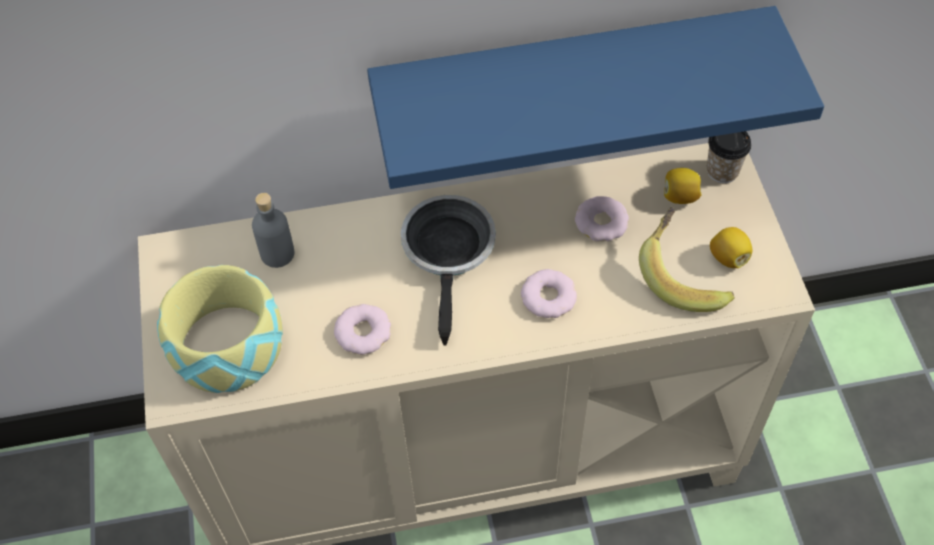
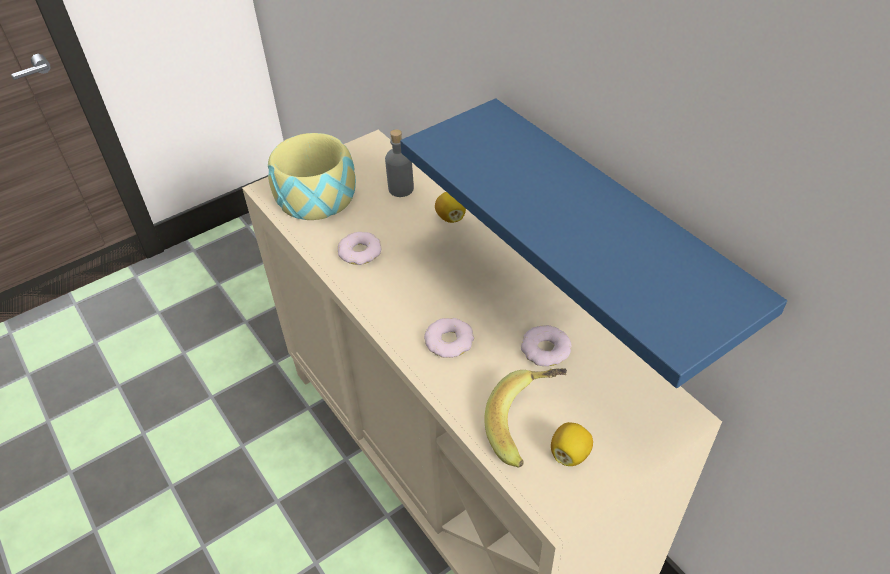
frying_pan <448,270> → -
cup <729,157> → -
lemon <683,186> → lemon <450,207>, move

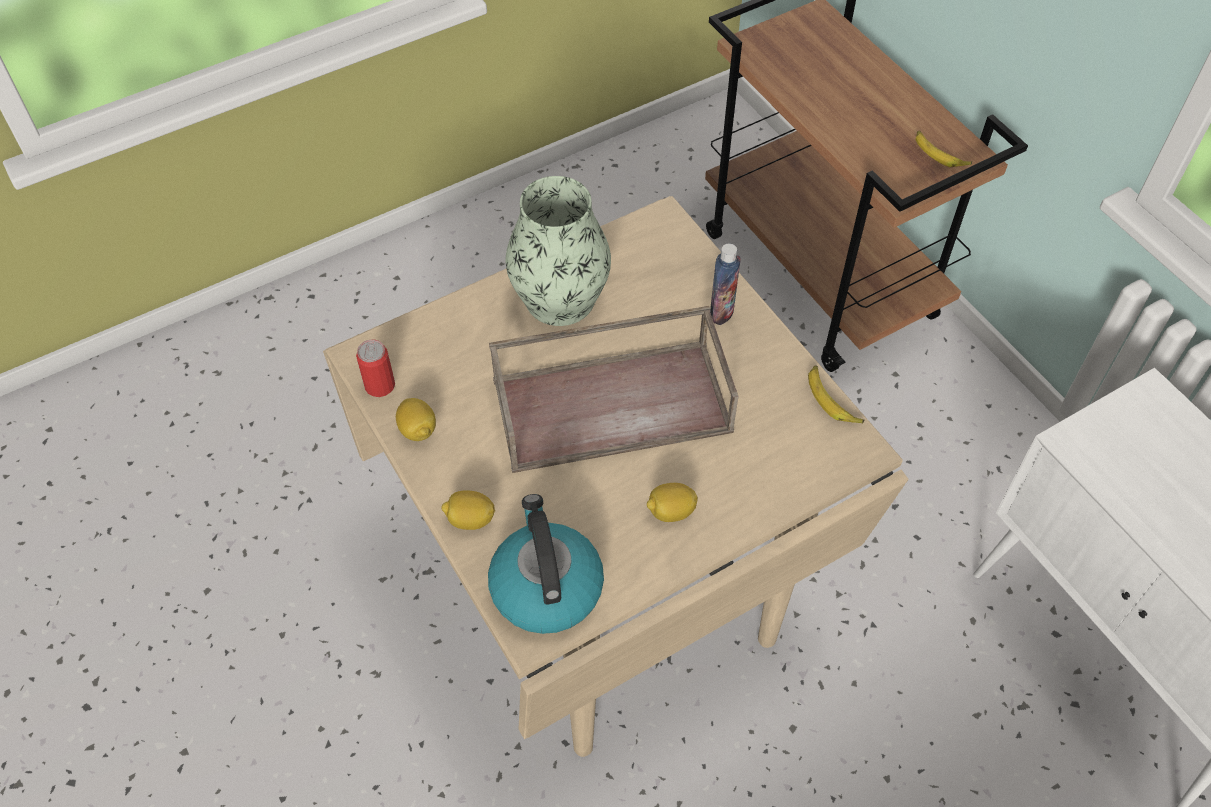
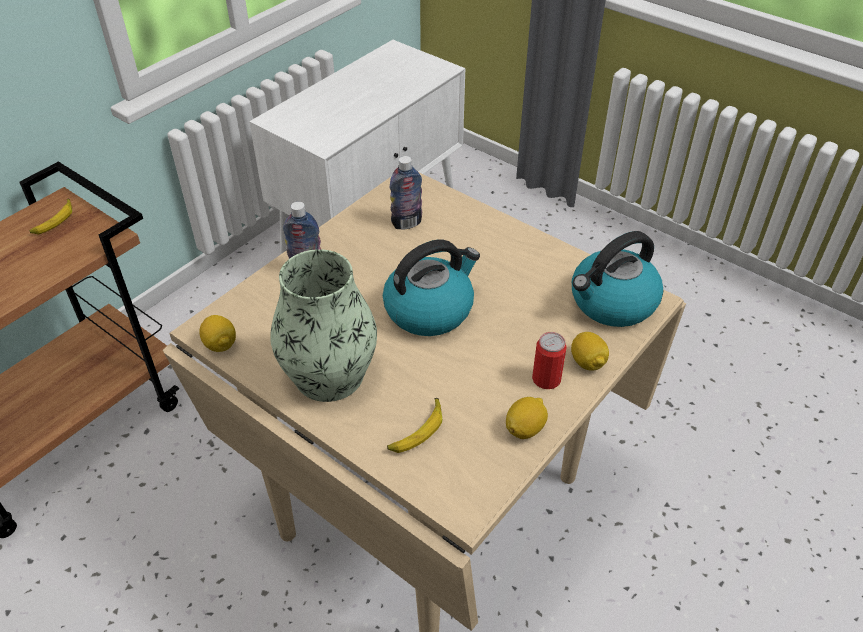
- → bottle <406,192>
can <375,368> → can <549,360>, move
lemon <672,502> → lemon <217,333>, move
banana <836,395> → banana <414,425>, move
brown_tray <613,389> → kettle <431,288>

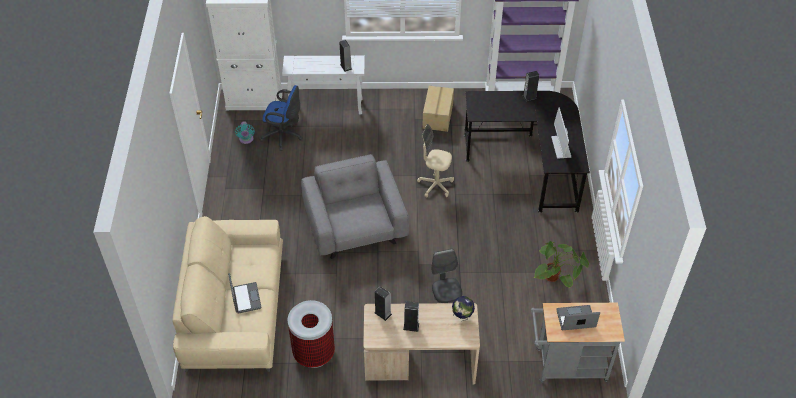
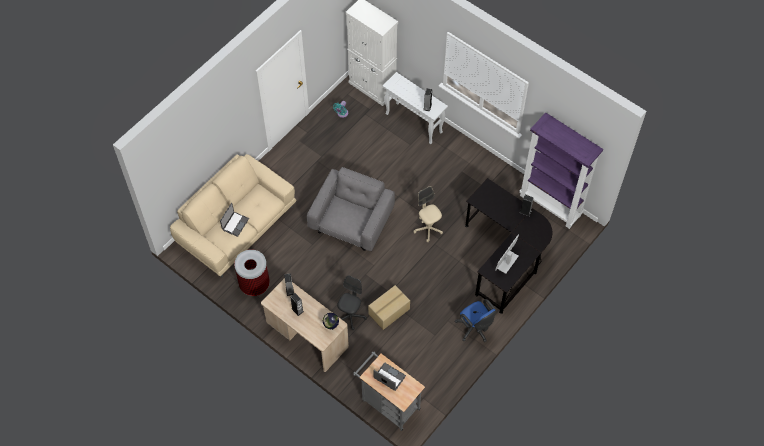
potted_plant <561,264> → -
blue_office_chair <281,118> → blue_office_chair <475,320>, move
cardboard_box <438,109> → cardboard_box <389,307>, move

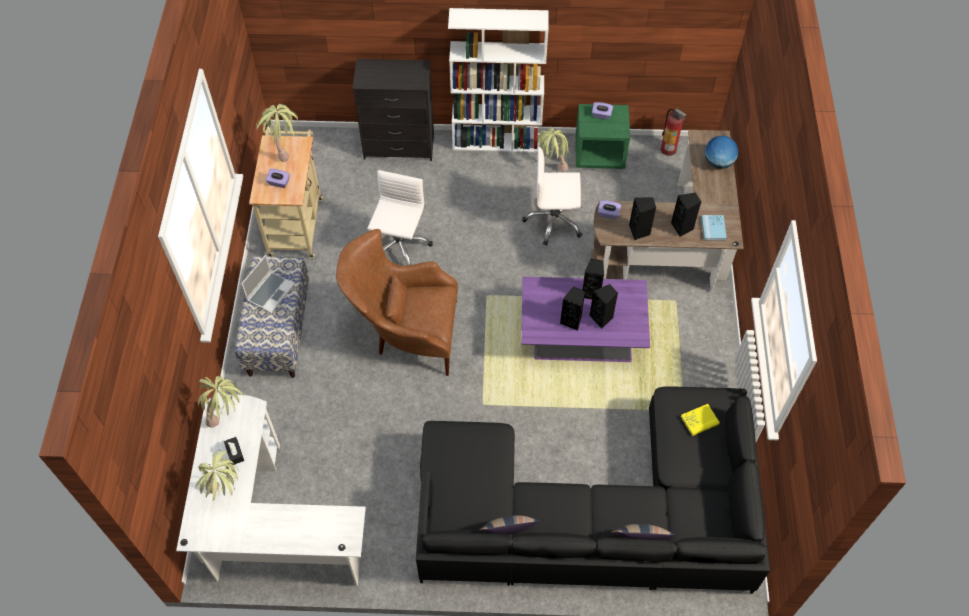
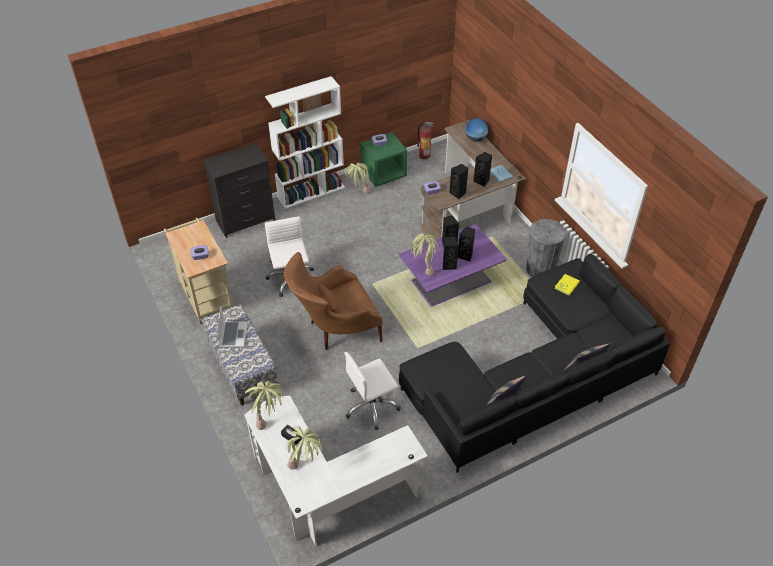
- → grey_trash_can <546,248>
potted_plant <277,133> → potted_plant <425,254>, move
white_office_chair <552,196> → white_office_chair <373,391>, move

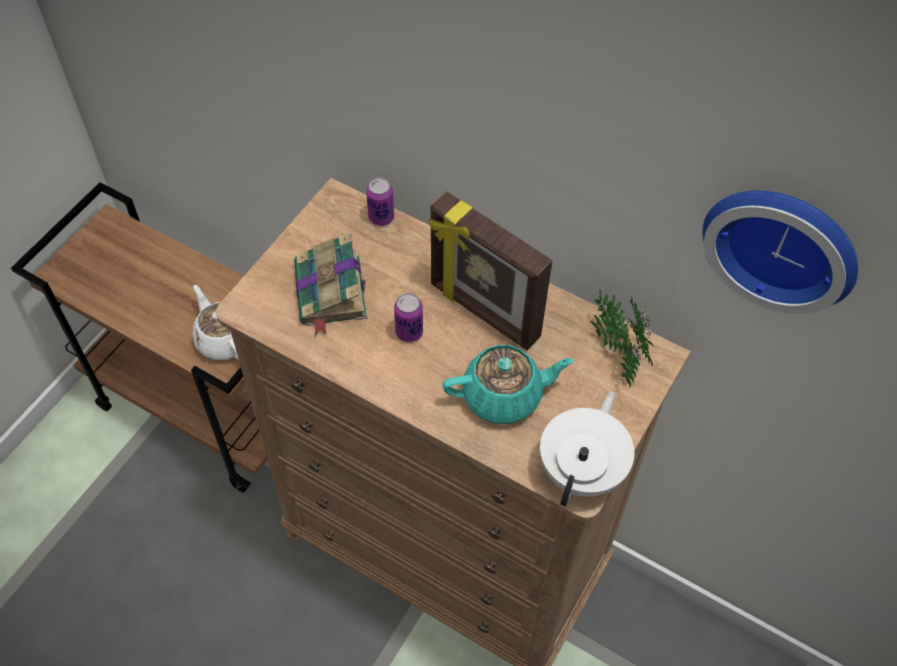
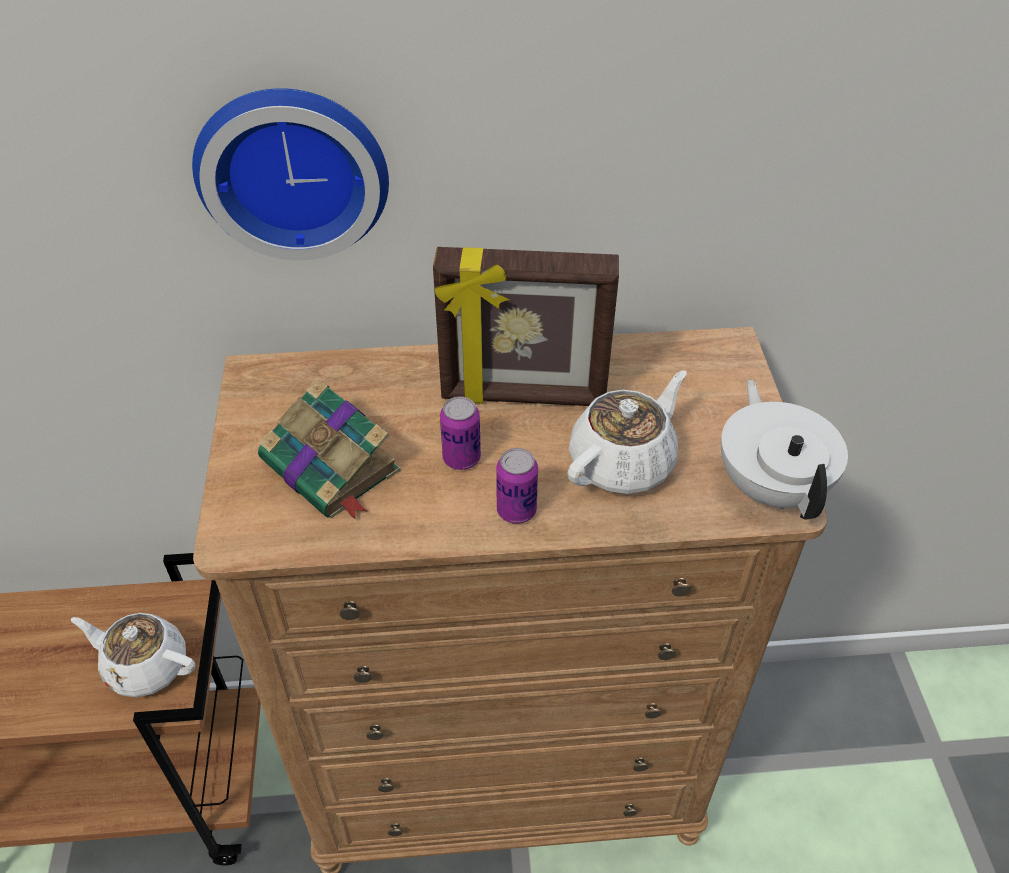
potted_plant <621,338> → -
can <380,201> → can <517,486>, move
wall_clock <780,252> → wall_clock <290,174>, move
turquoise_teapot <508,384> → white_teapot <627,432>

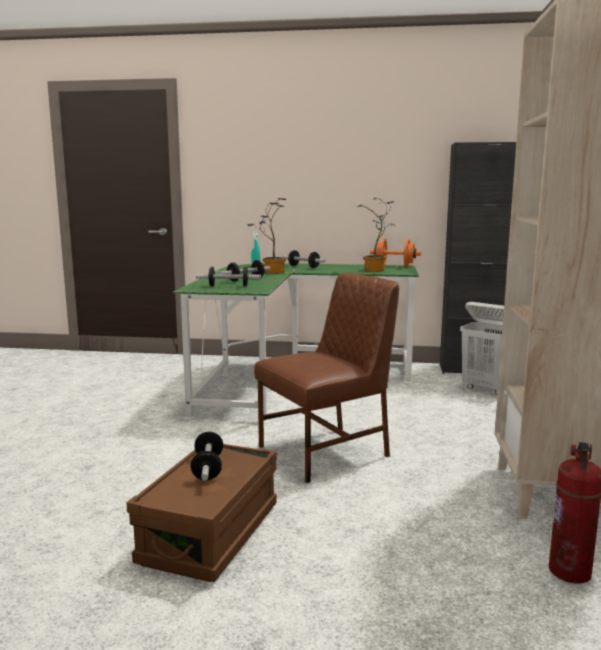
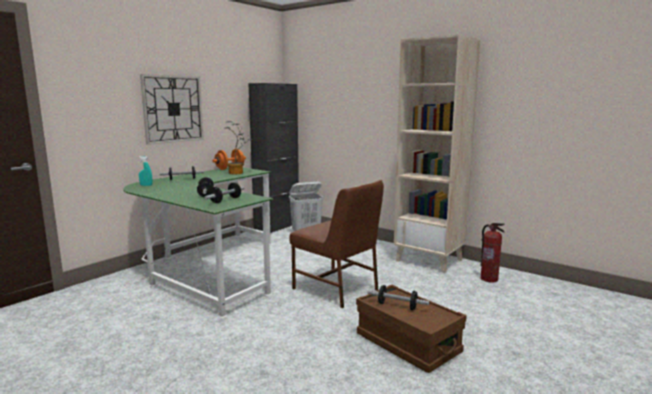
potted_plant <267,236> → -
- → wall_clock <172,109>
brown_chair <326,378> → brown_chair <336,244>, 135 degrees clockwise

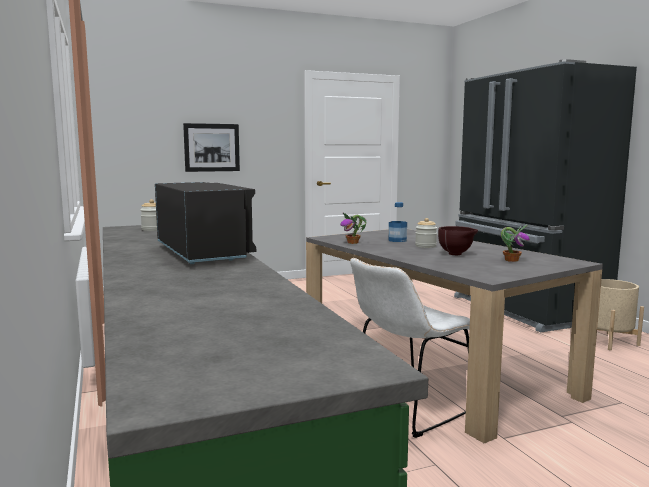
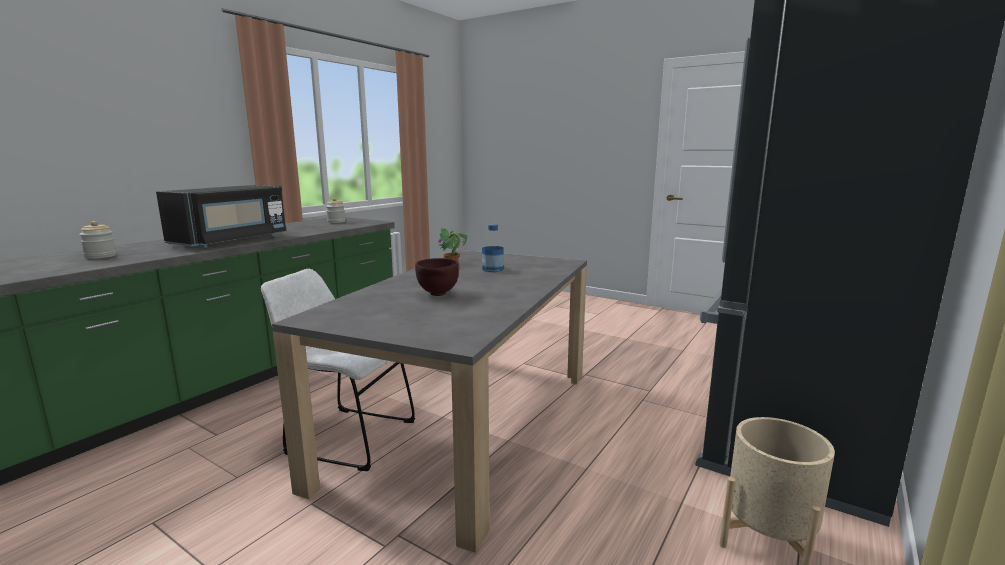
picture <211,147> → -
potted_plant <515,243> → -
jar <426,233> → jar <97,240>, move

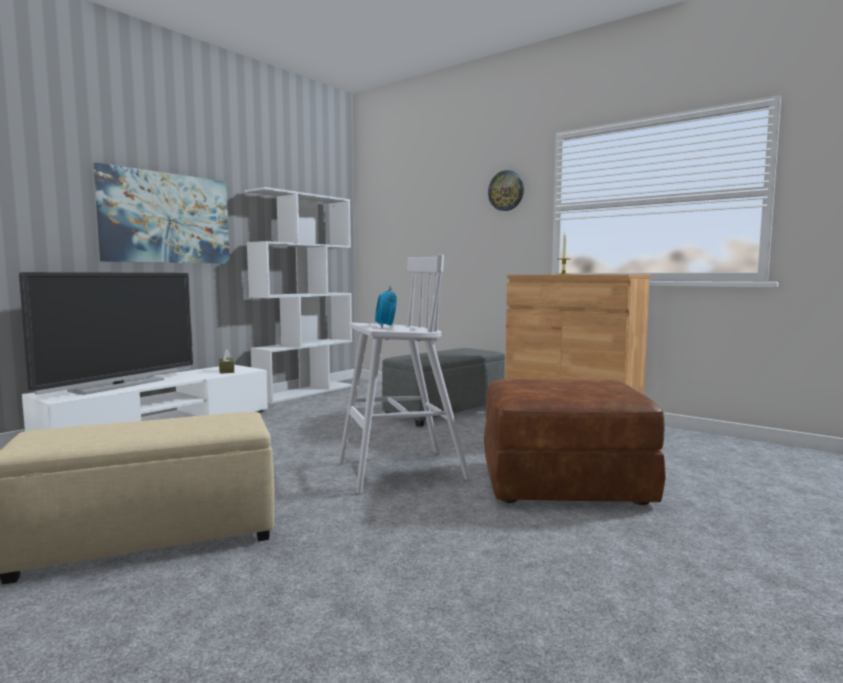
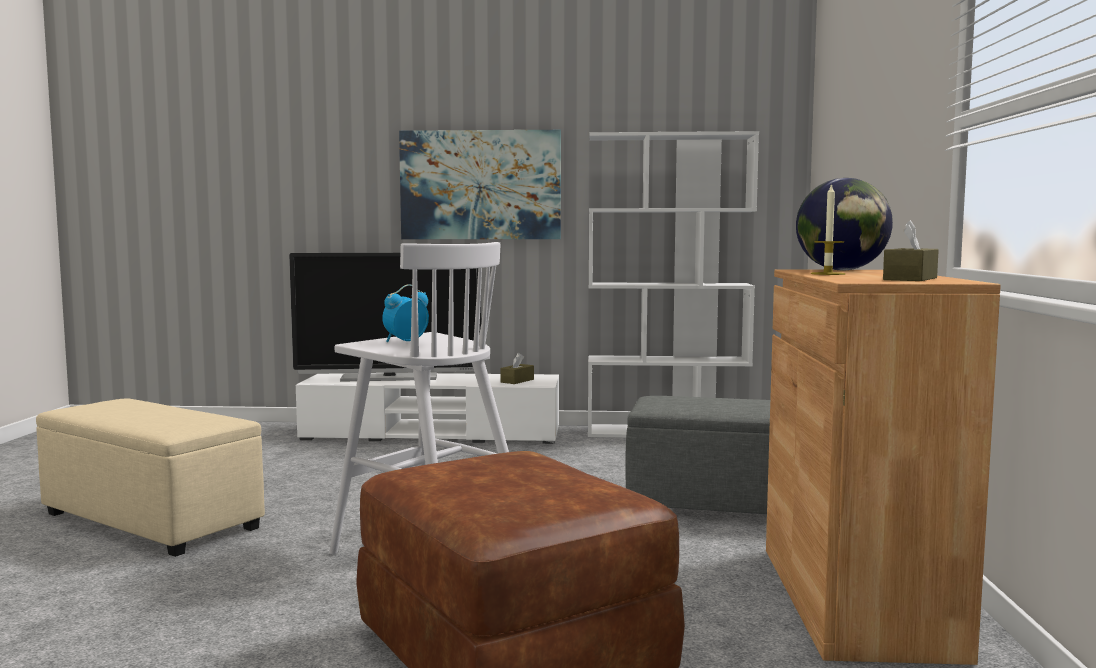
wall_clock <506,190> → -
- → globe <844,224>
- → brown_tissue_box <911,250>

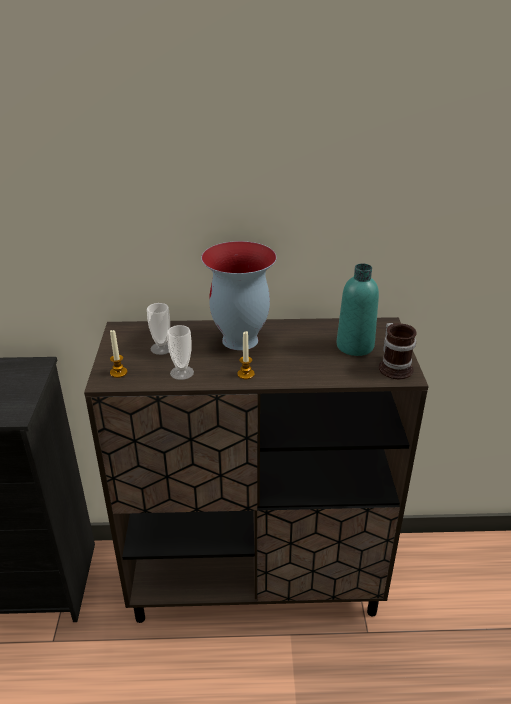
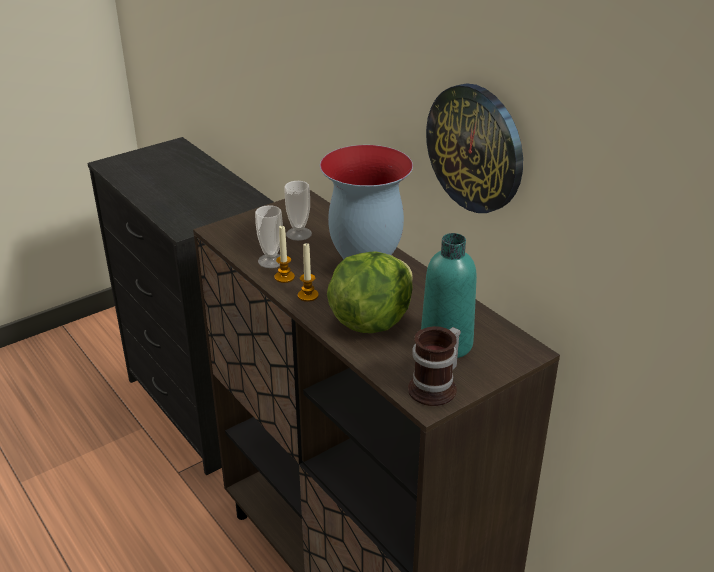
- → lettuce <370,292>
- → wall_clock <474,148>
candle <118,353> → candle <285,254>, move

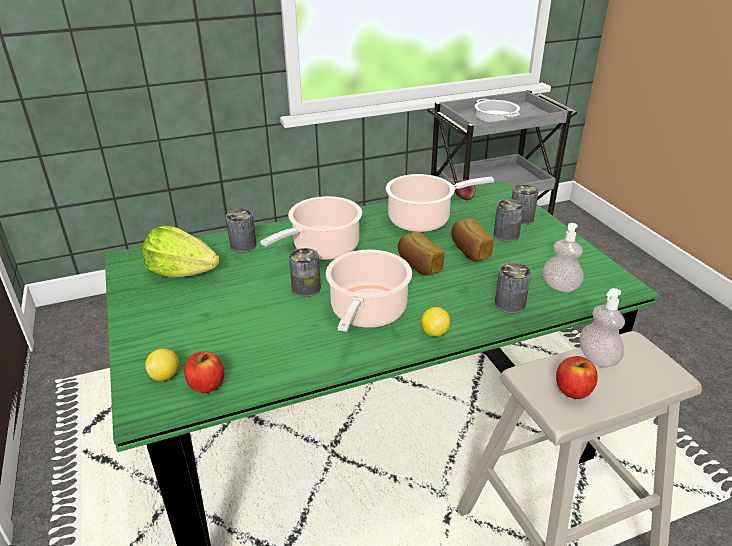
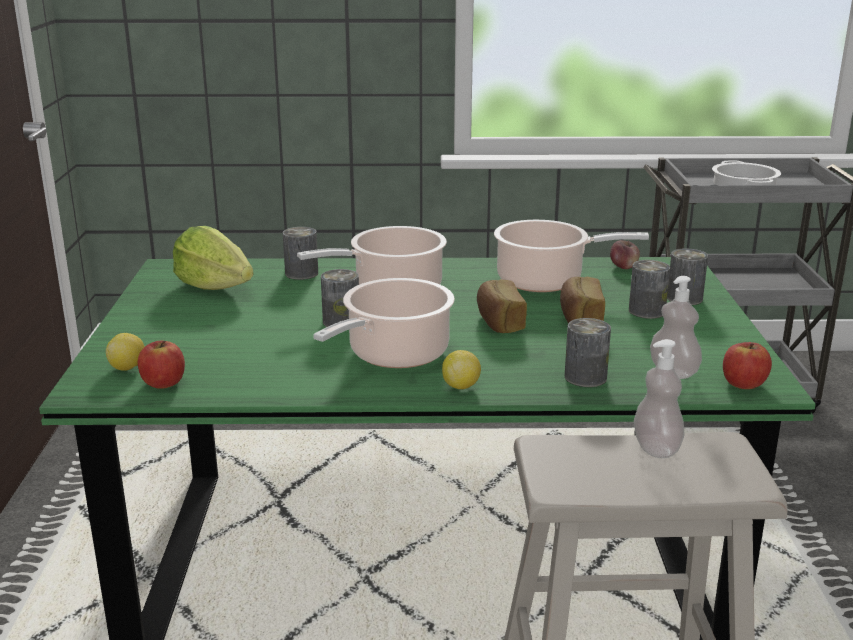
apple <577,377> → apple <747,365>, move

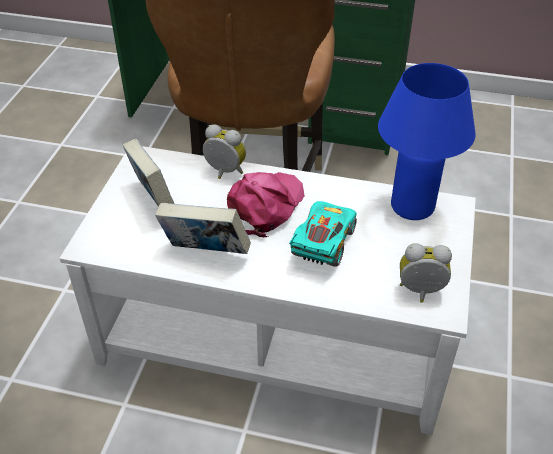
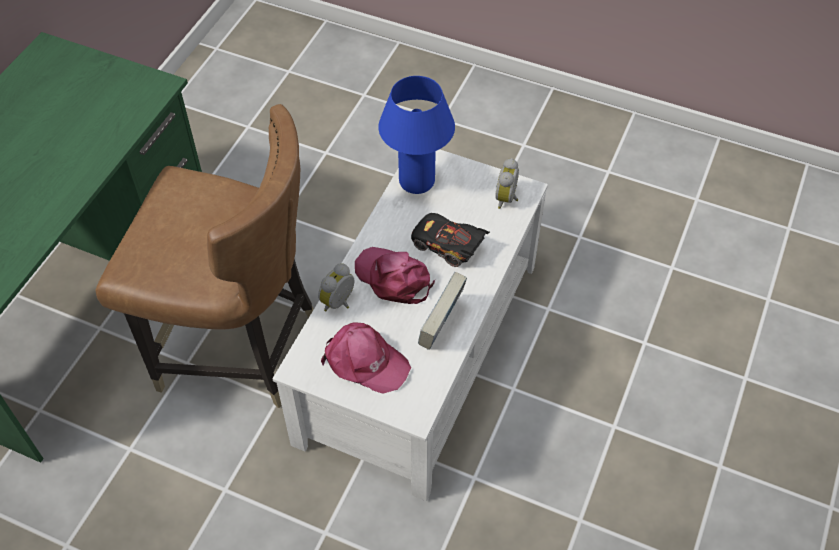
book <148,173> → pink_cap <366,358>
turquoise_toy_car <323,234> → black_toy_car <450,240>

